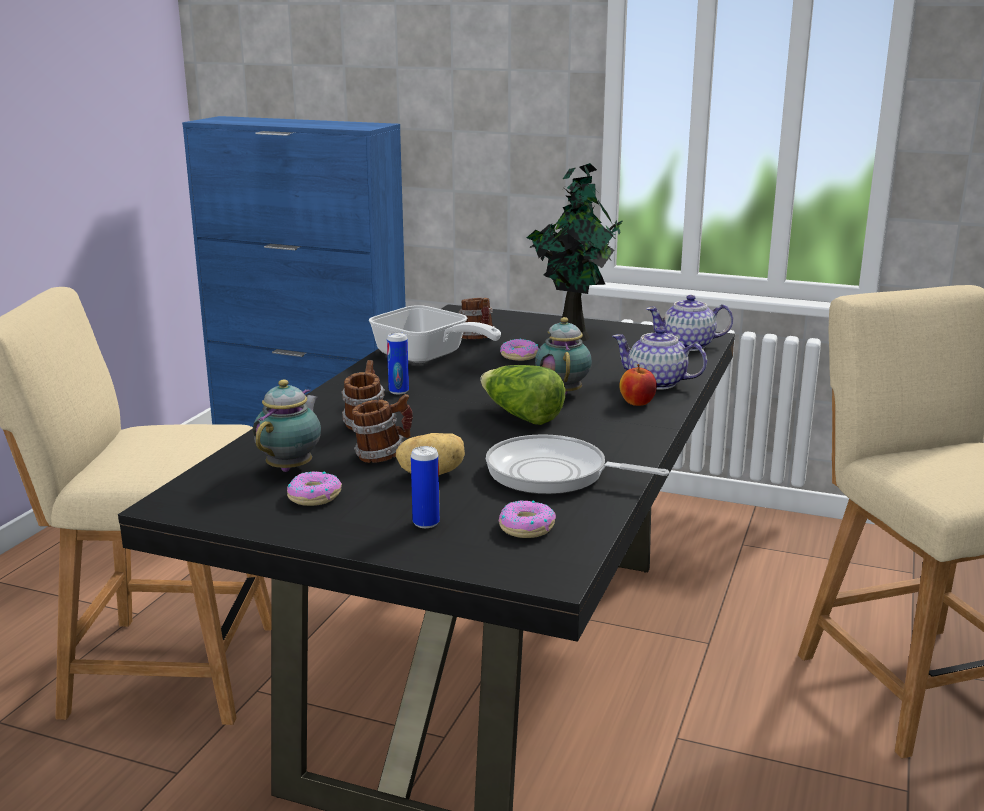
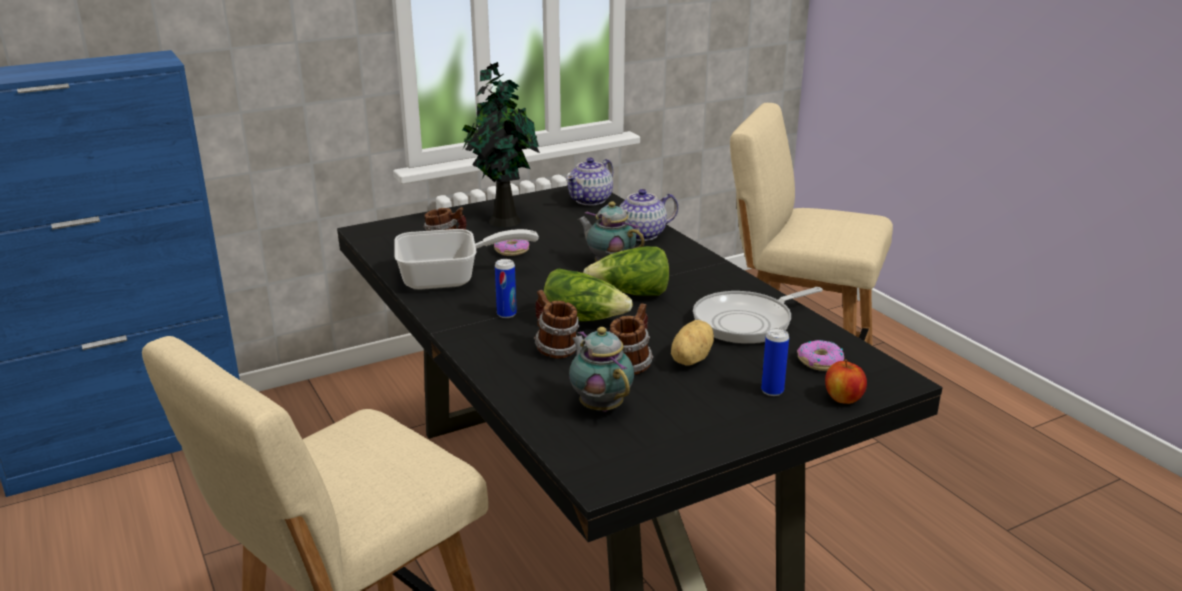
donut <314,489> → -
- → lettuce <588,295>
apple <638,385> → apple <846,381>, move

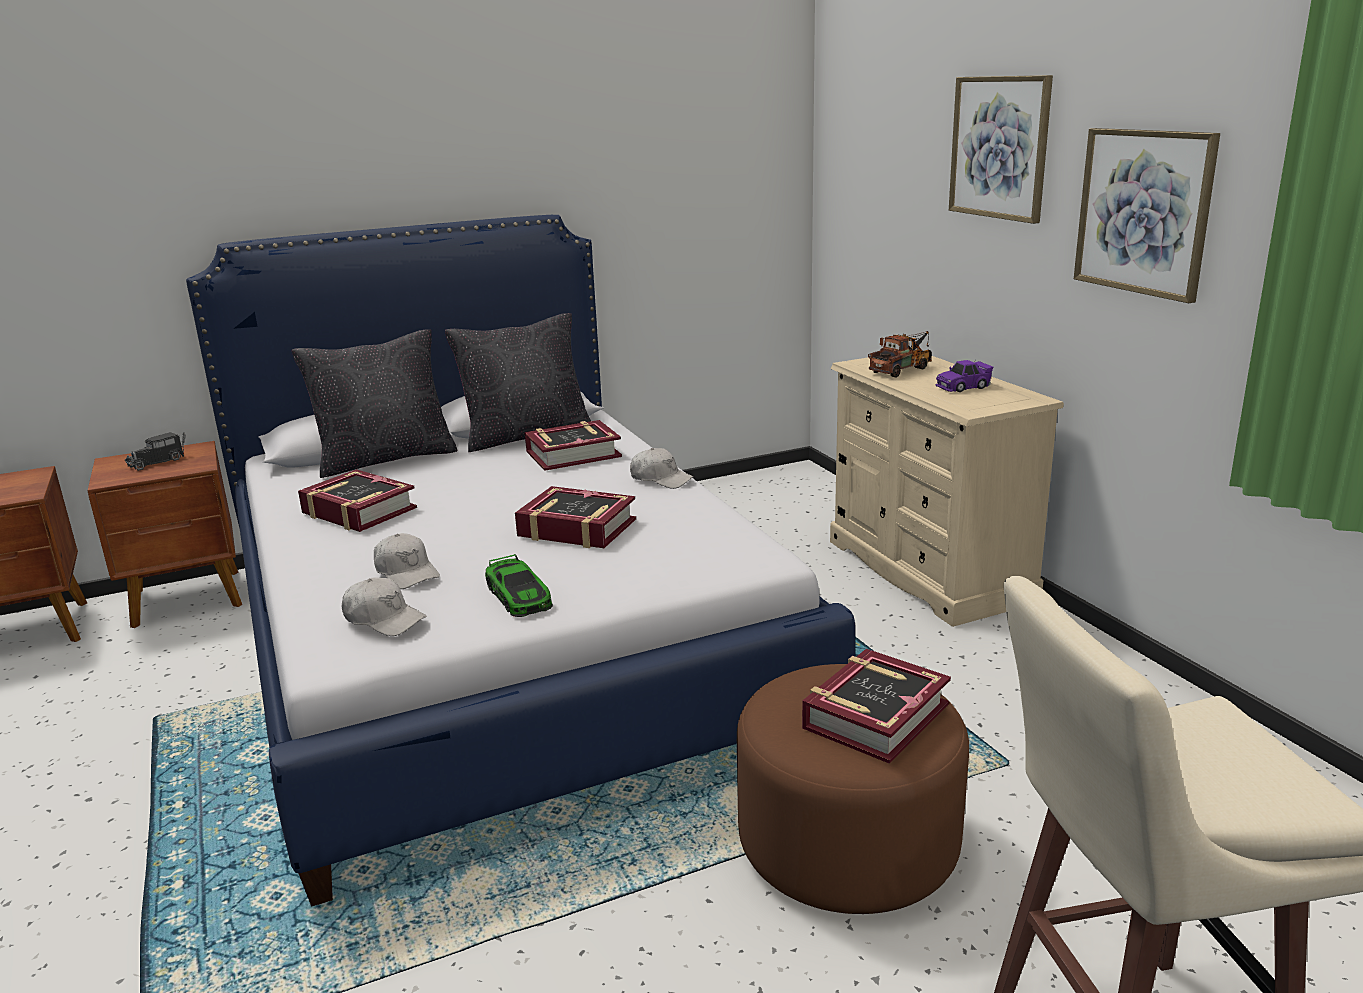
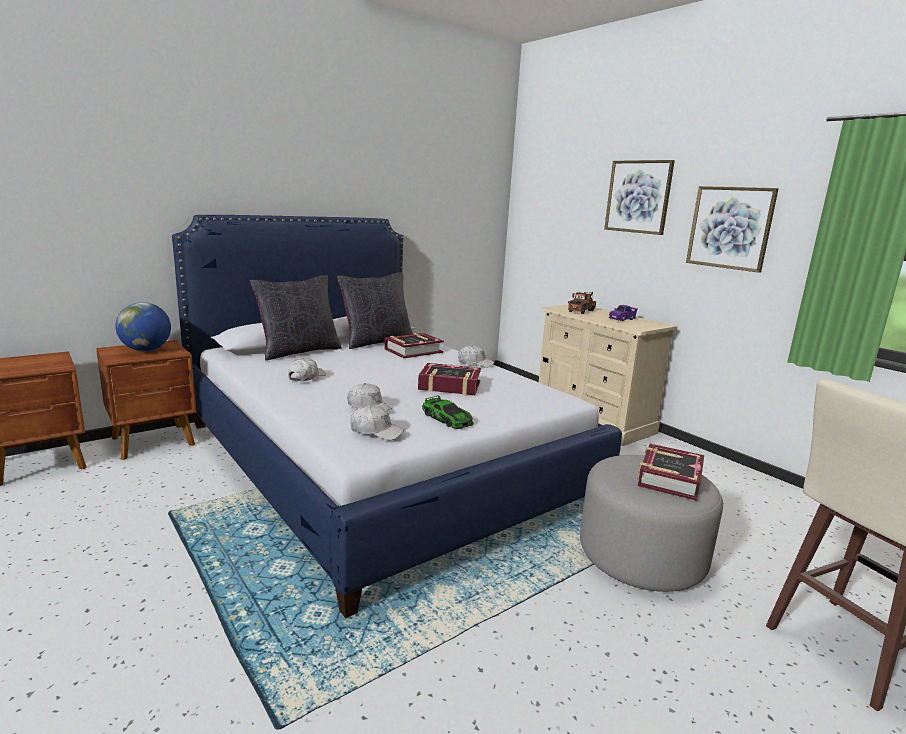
toy_truck <155,451> → globe <143,326>
book <357,500> → white_cap <307,369>
brown_ottoman <853,789> → grey_ottoman <651,523>

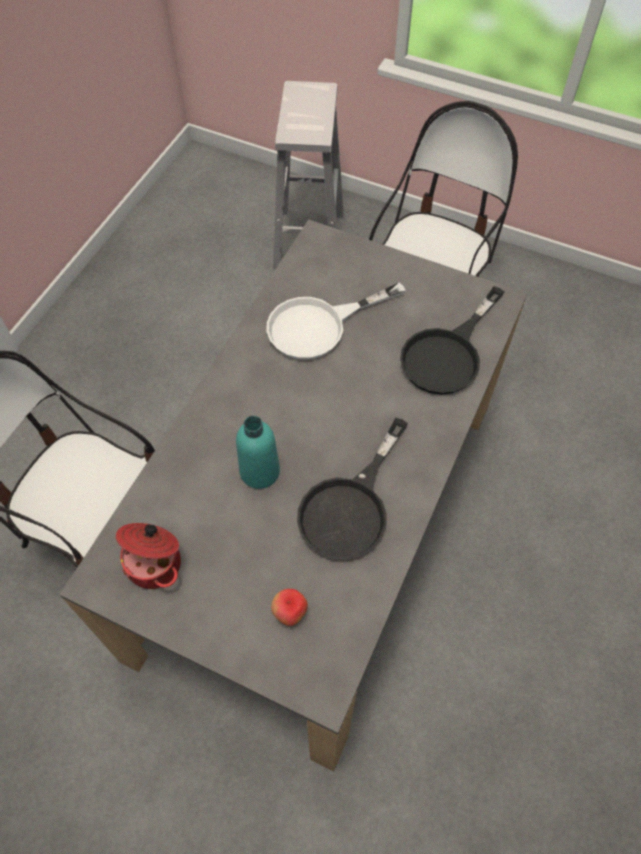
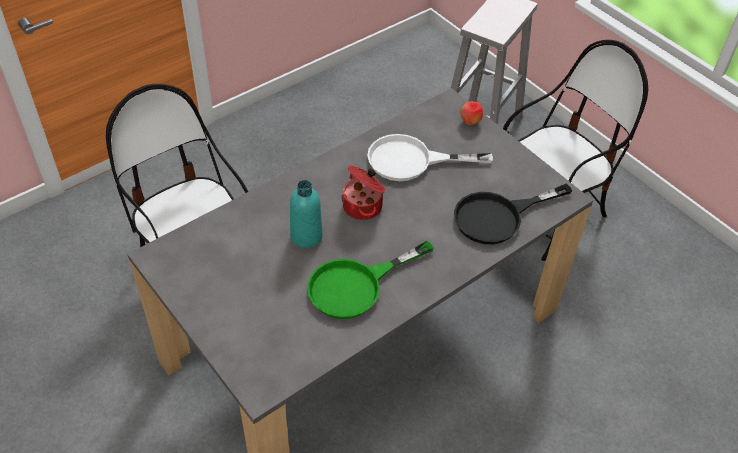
cooking_pot <148,556> → cooking_pot <363,192>, move
apple <289,607> → apple <471,113>, move
black_frying_pan <352,489> → green_frying_pan <370,280>

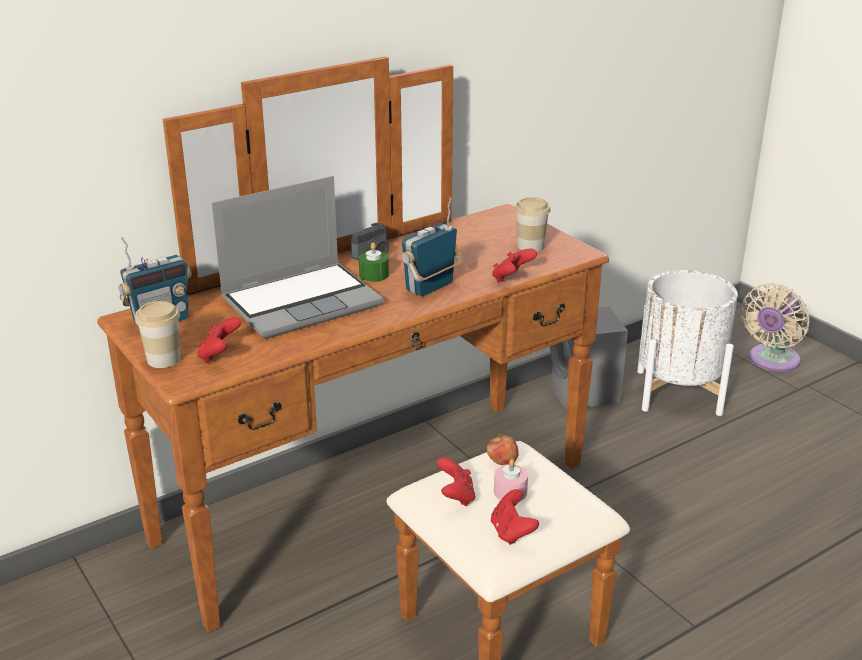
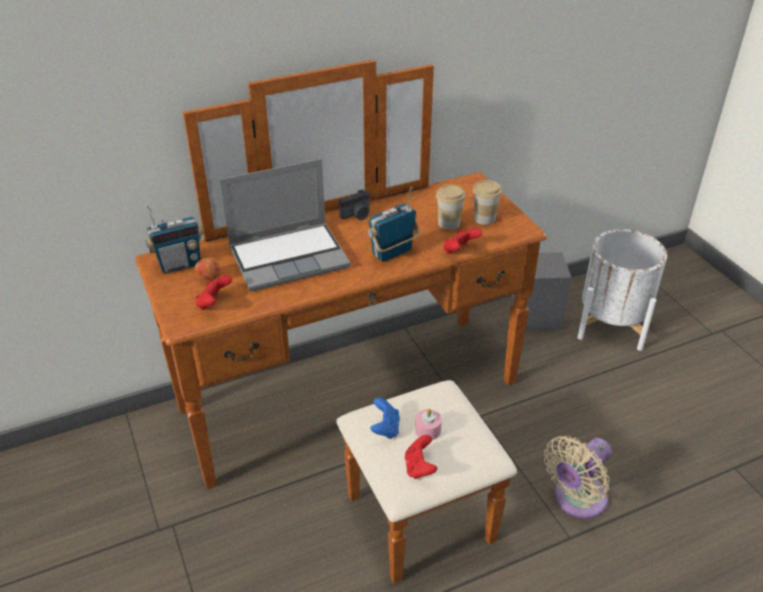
green_candle <374,262> → -
cup <157,334> → cup <451,207>, move
apple <503,449> → apple <208,269>, move
beige_fan <775,327> → beige_fan <578,477>, move
red_game_controller <456,481> → blue_game_controller <385,418>

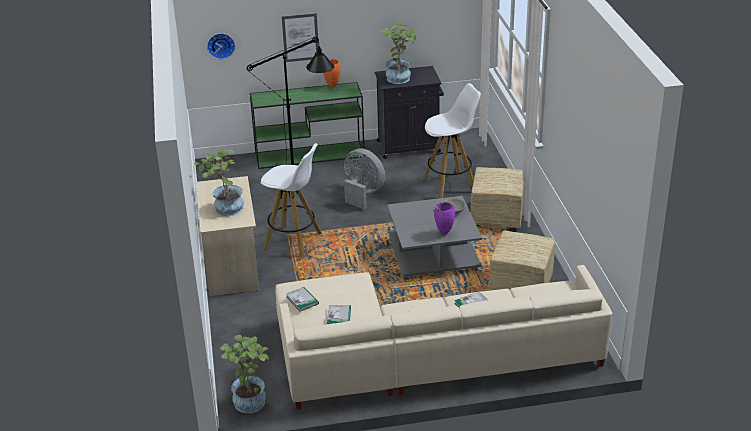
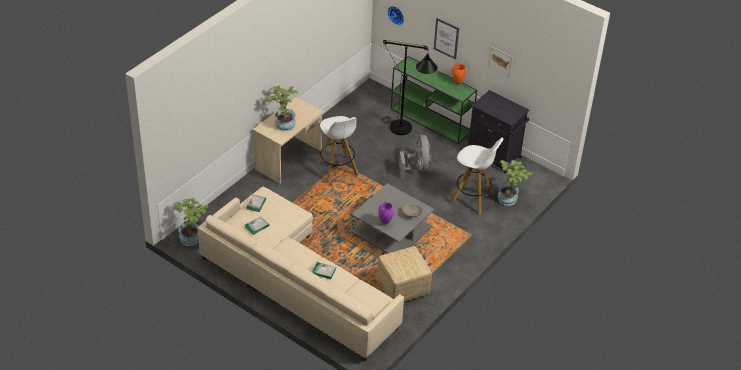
ottoman <497,197> → -
- → picture <500,62>
potted_plant <398,53> → potted_plant <515,183>, move

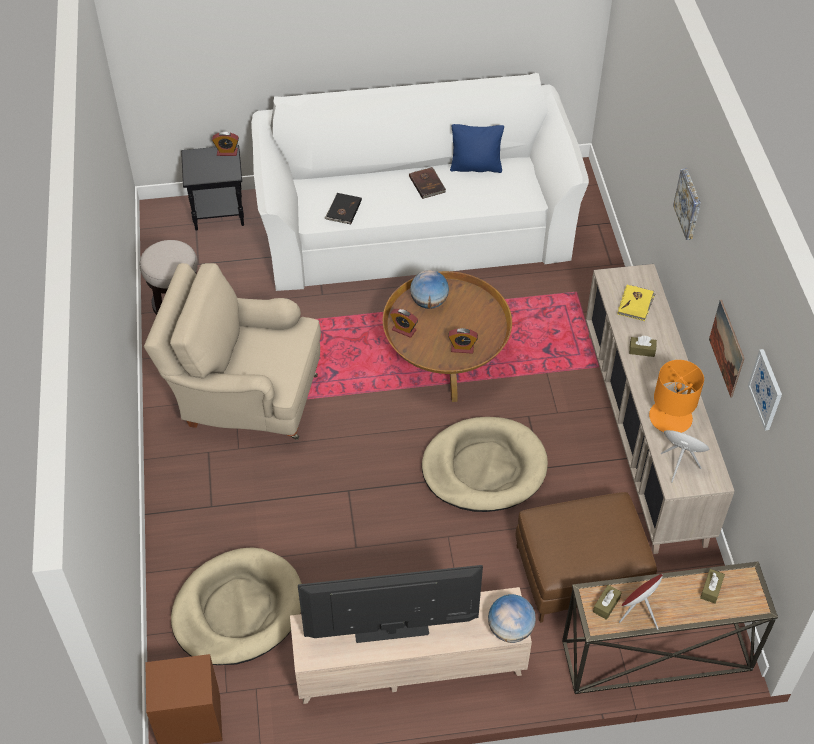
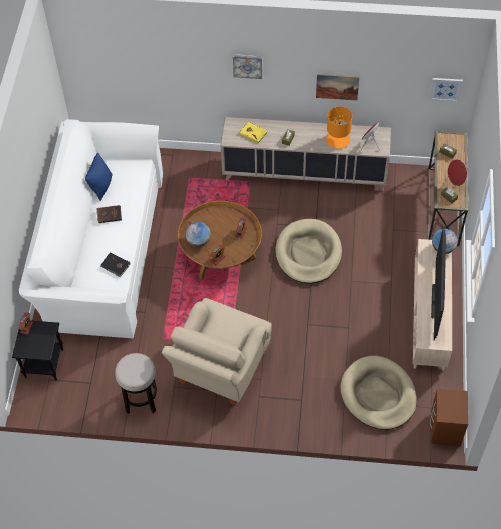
brown_ottoman <586,557> → -
picture <765,389> → picture <446,90>, move

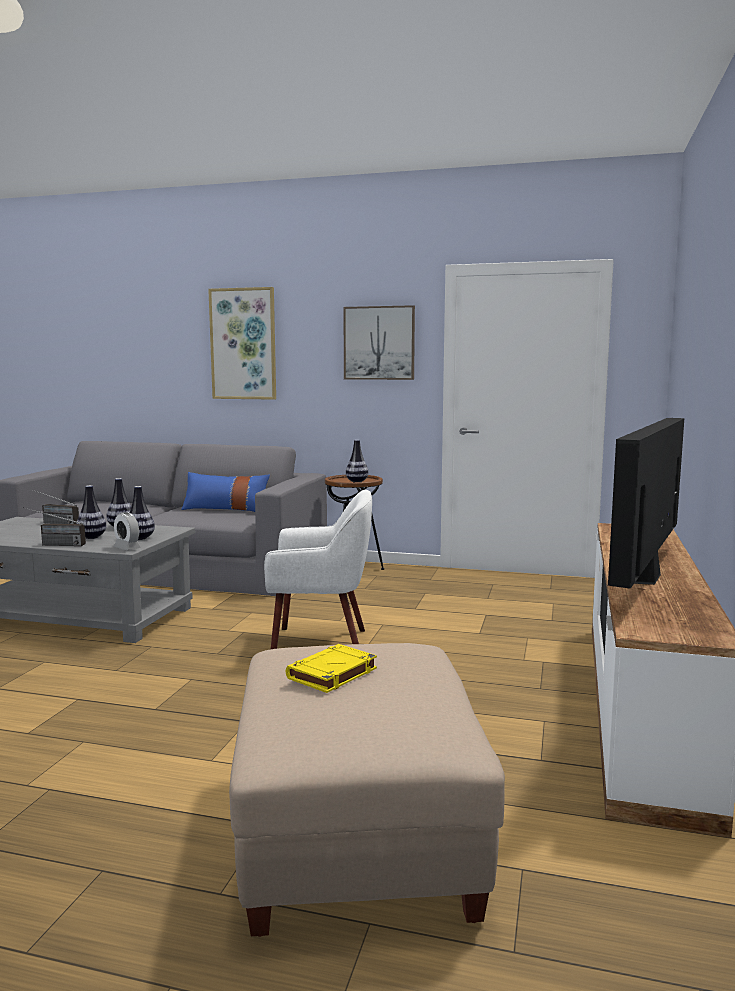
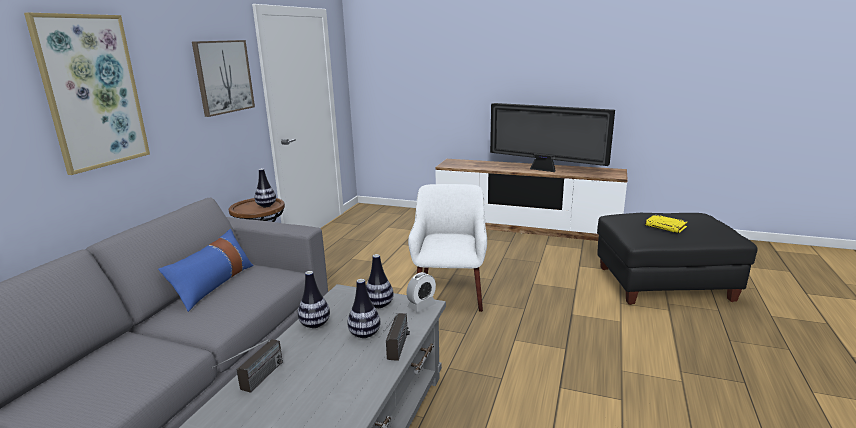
beige_ottoman <367,790> → black_ottoman <677,259>

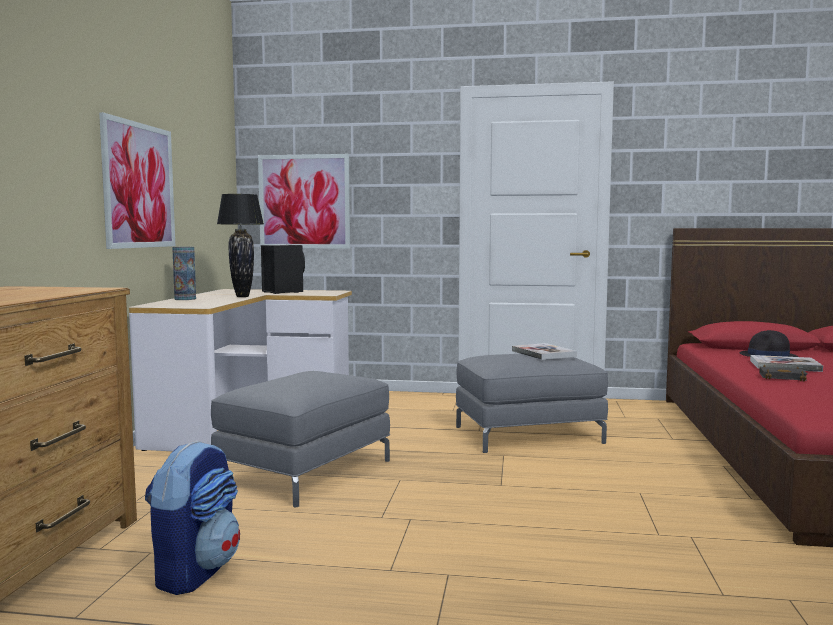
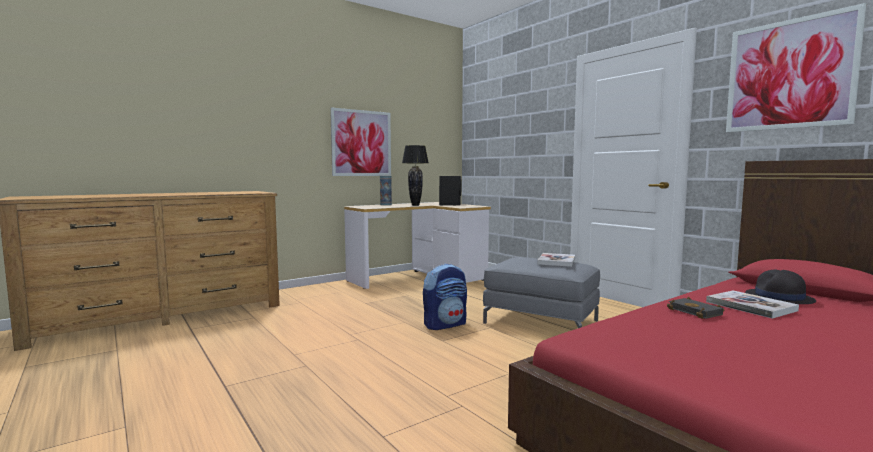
grey_ottoman <300,439> → -
backpack <192,517> → backpack <445,297>, move
picture <304,201> → picture <796,67>, move

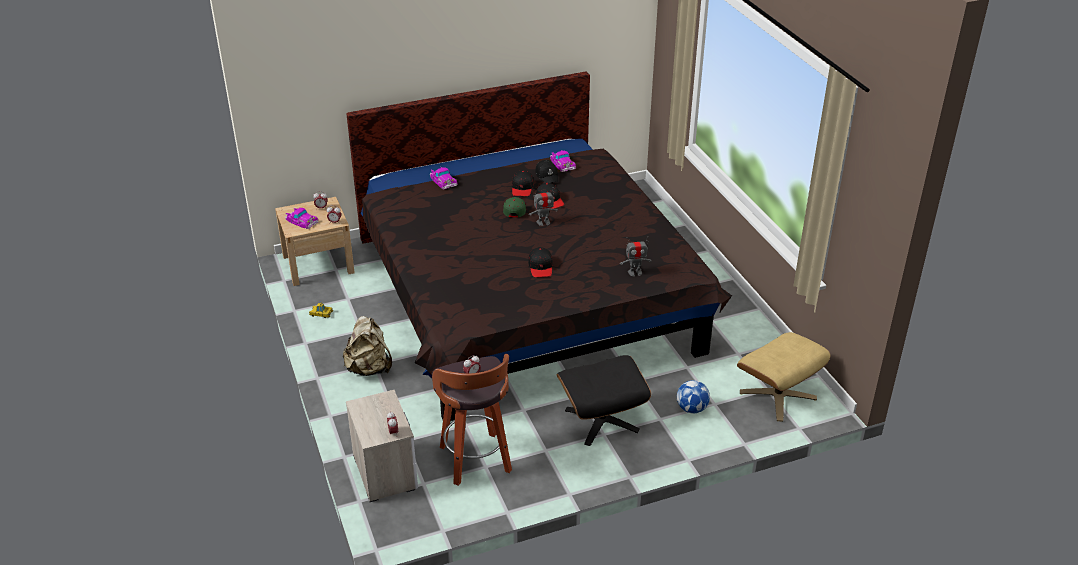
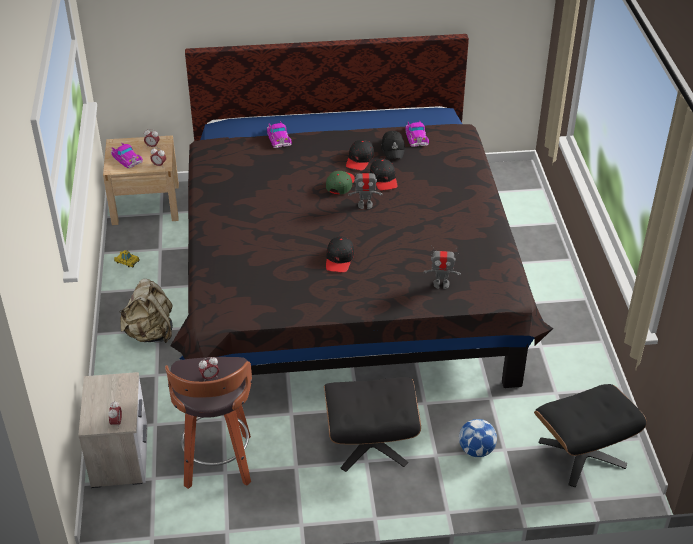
beige_ottoman <784,377> → black_ottoman <590,435>

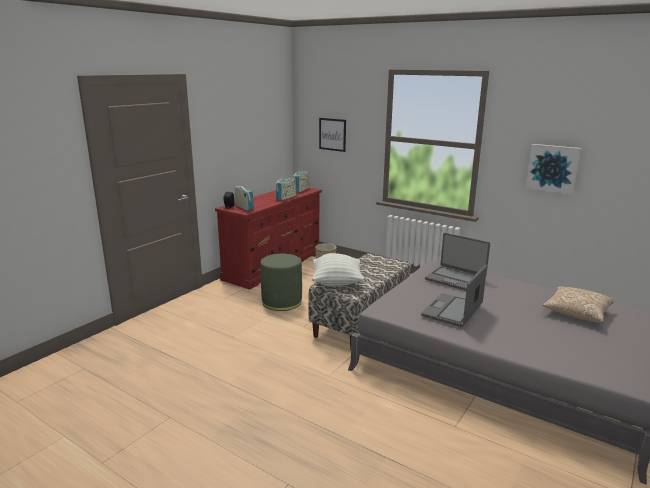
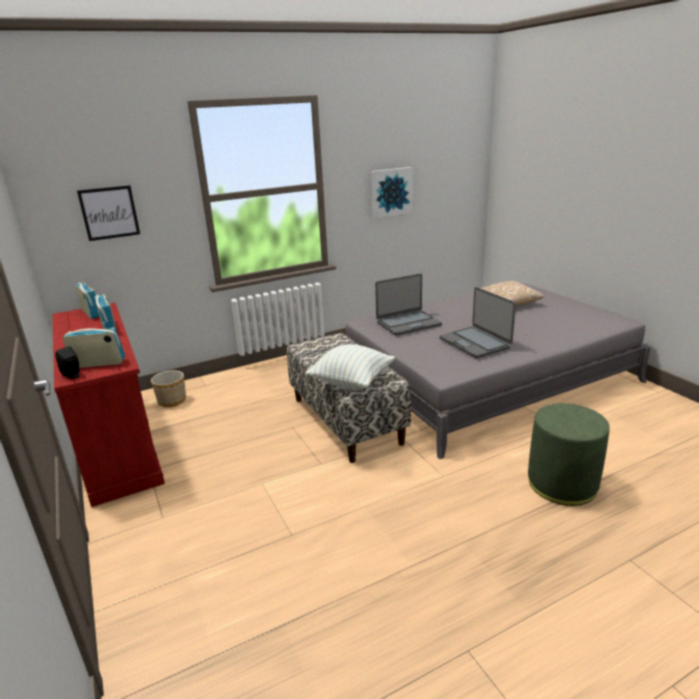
green_ottoman <281,282> → green_ottoman <569,454>, move

